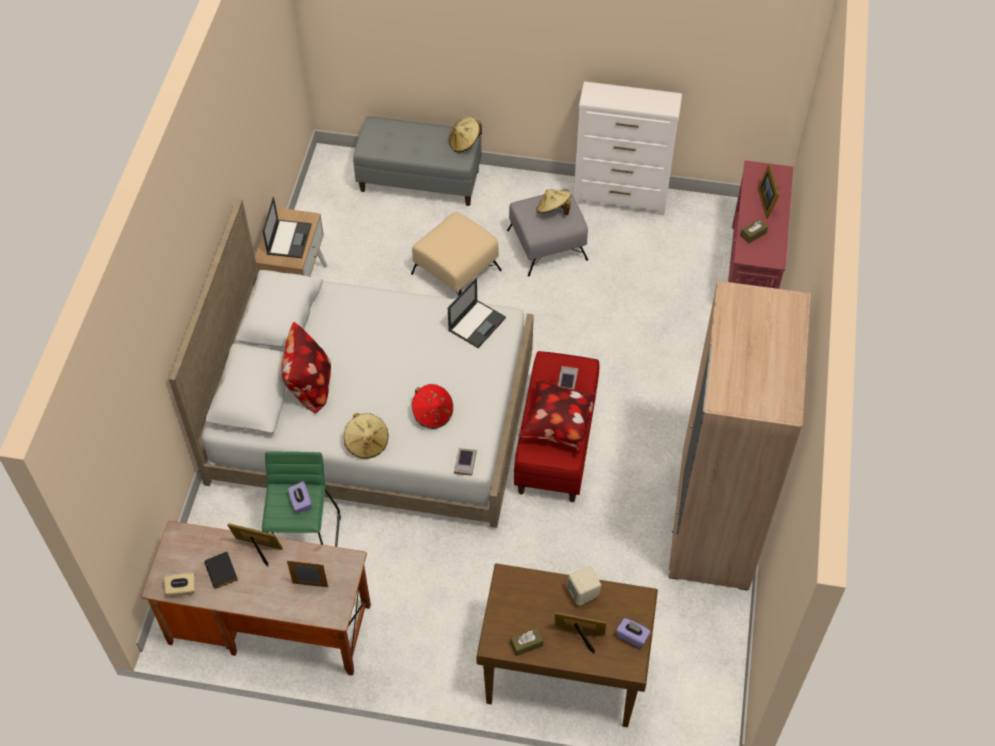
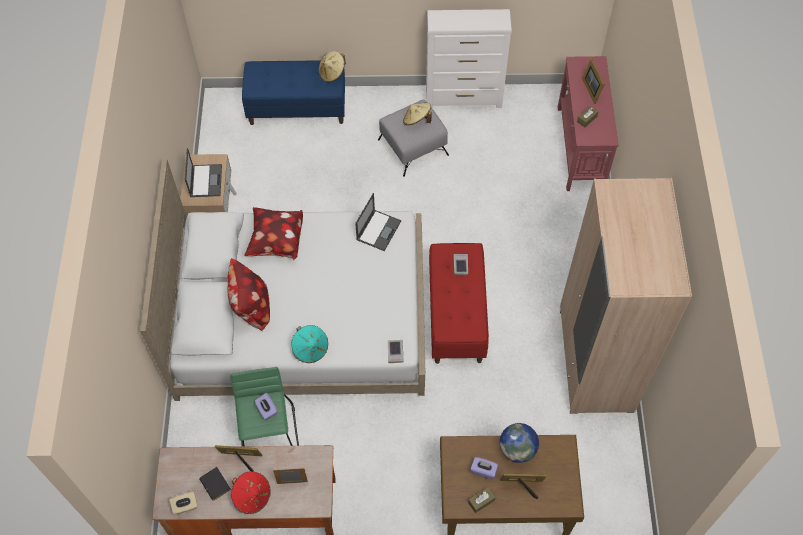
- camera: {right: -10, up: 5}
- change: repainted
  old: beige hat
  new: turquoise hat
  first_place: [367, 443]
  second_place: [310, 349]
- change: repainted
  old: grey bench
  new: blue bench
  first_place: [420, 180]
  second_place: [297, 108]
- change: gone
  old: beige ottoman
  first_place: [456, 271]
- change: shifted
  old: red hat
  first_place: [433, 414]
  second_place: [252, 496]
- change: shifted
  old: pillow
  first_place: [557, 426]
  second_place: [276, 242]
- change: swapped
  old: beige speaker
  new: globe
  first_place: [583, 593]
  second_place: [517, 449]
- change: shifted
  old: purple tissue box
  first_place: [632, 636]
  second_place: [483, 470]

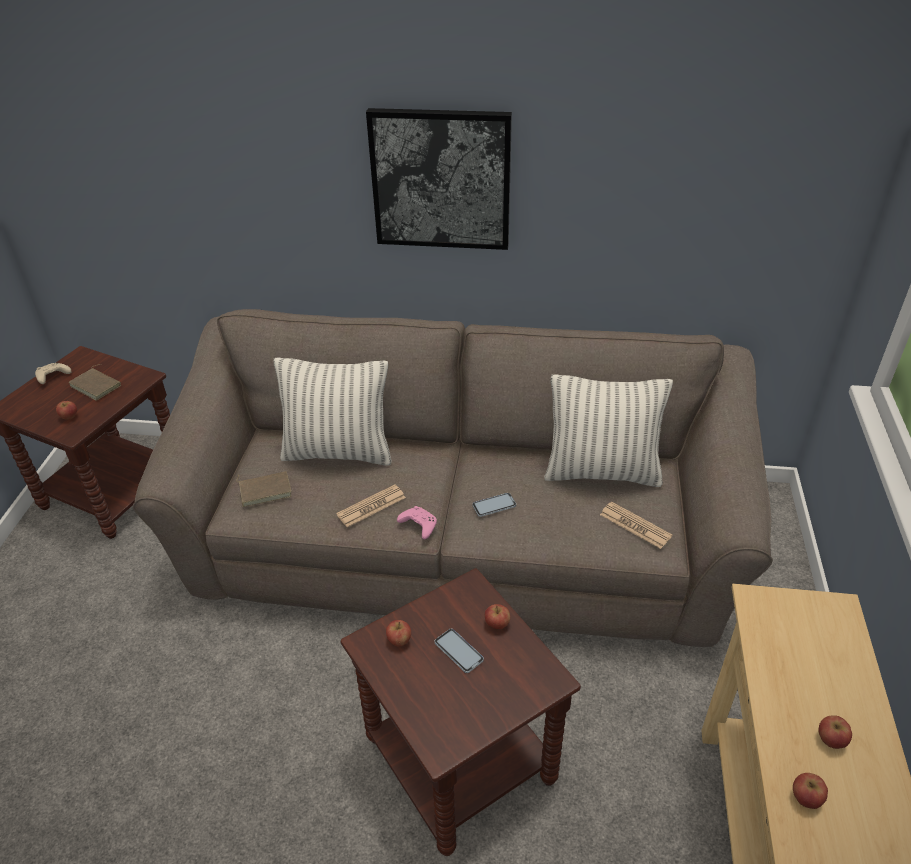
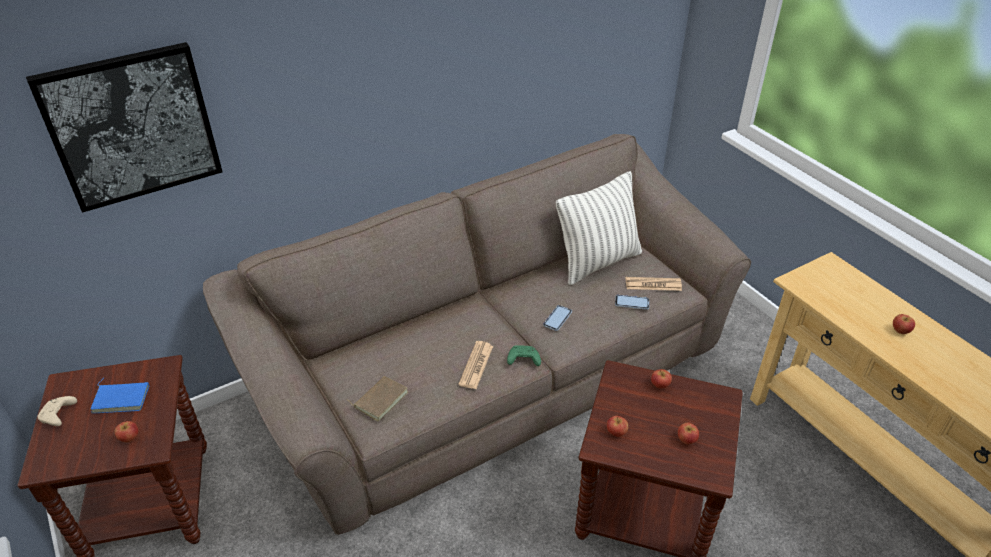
- camera: {right: -40, up: 0}
- change: repainted
  old: brown book
  new: blue book
  first_place: [97, 385]
  second_place: [122, 398]
- change: gone
  old: pillow
  first_place: [338, 452]
- change: shifted
  old: picture
  first_place: [441, 179]
  second_place: [132, 126]
- change: repainted
  old: pink game controller
  new: green game controller
  first_place: [418, 526]
  second_place: [522, 360]
- change: shifted
  old: phone
  first_place: [458, 651]
  second_place: [632, 303]
- change: shifted
  old: apple
  first_place: [806, 798]
  second_place: [686, 440]

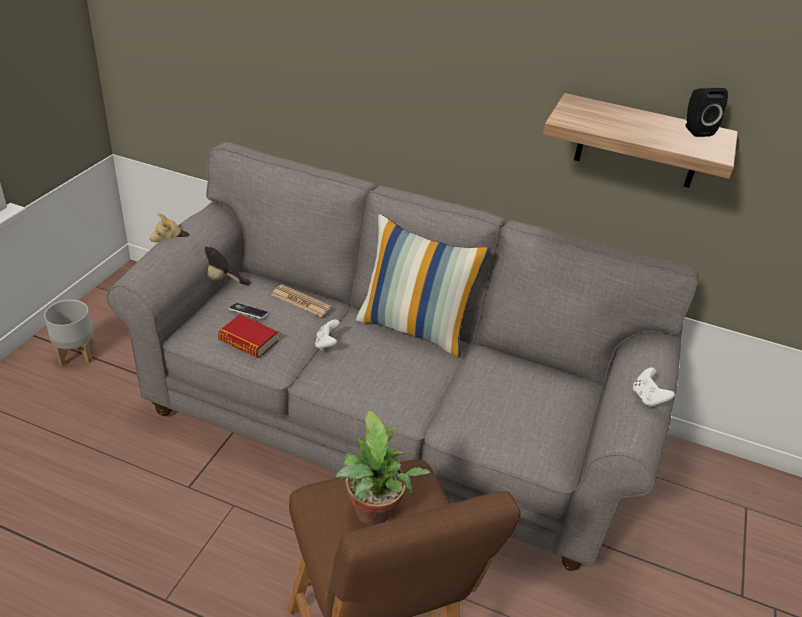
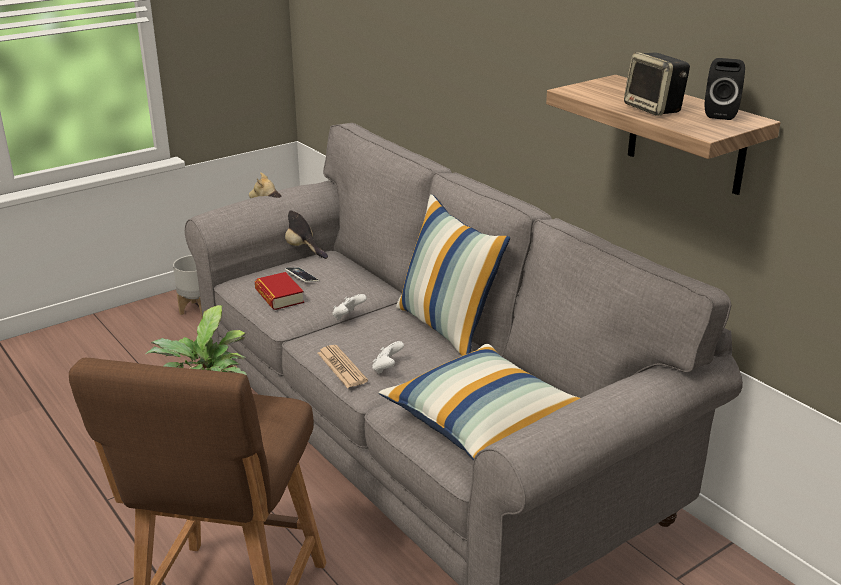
- camera: {right: 35, up: -10}
- change: shifted
  old: newspaper
  first_place: [301, 301]
  second_place: [341, 367]
- change: shifted
  old: white game controller
  first_place: [647, 398]
  second_place: [387, 368]
- change: new
  new: pillow
  second_place: [484, 422]
- change: new
  new: speaker
  second_place: [654, 109]

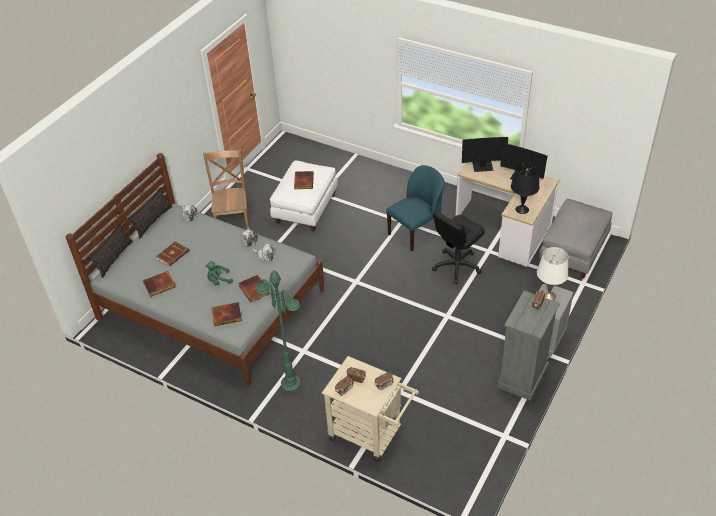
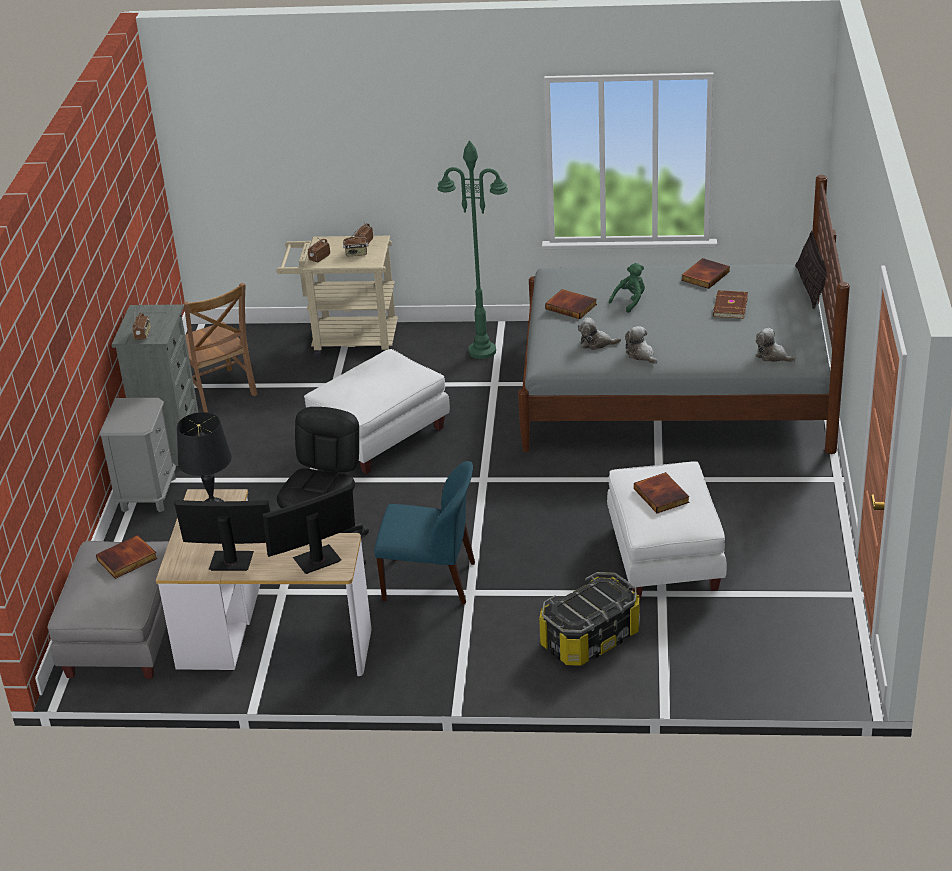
- camera: {right: 155, up: -10}
- change: gone
  old: pillow
  first_place: [153, 221]
- change: shifted
  old: brown chair
  first_place: [233, 221]
  second_place: [219, 392]
- change: shifted
  old: book
  first_place: [227, 315]
  second_place: [127, 560]
- change: rotated
  old: blue chair
  first_place: [415, 232]
  second_place: [431, 581]
  degrees: -105
- change: gone
  old: white table lamp
  first_place: [548, 296]
- change: new
  new: white ottoman
  second_place: [380, 436]
- change: new
  new: storage box
  second_place: [590, 639]

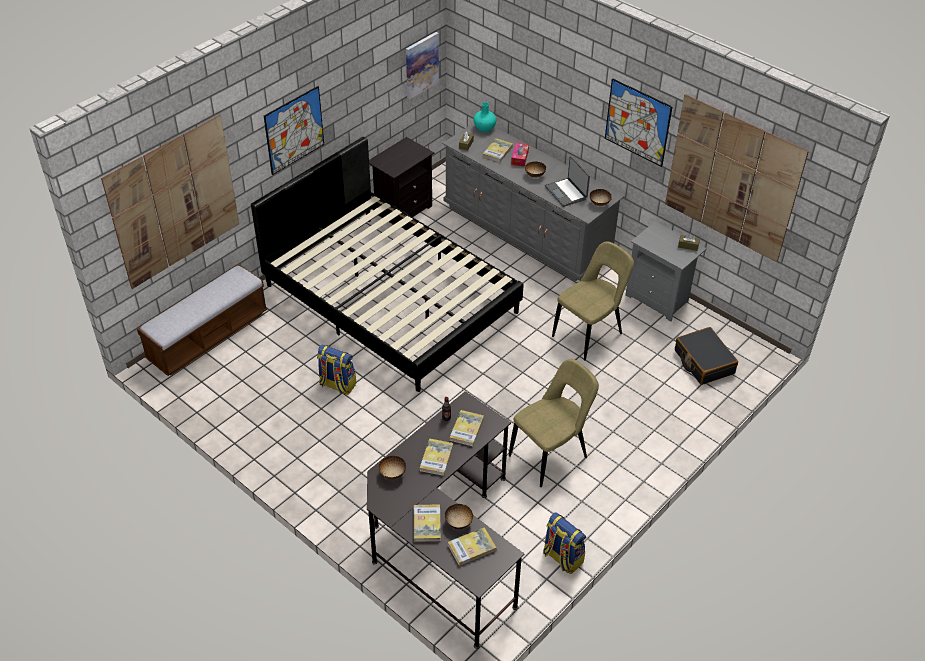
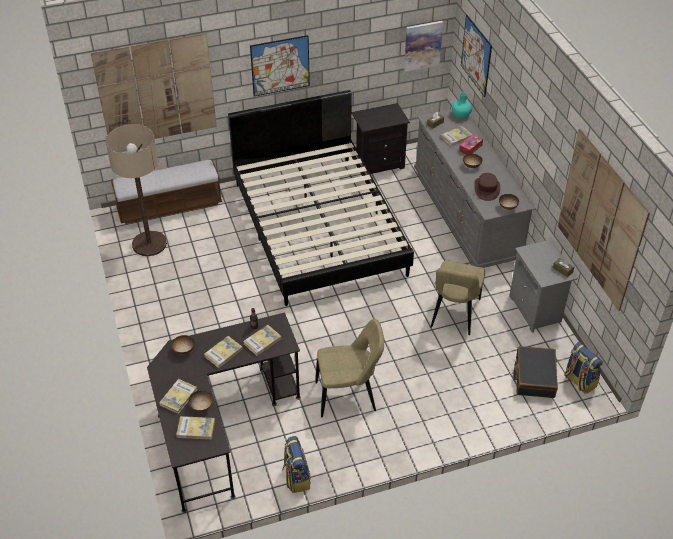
- camera: {right: 30, up: 0}
- change: shifted
  old: backpack
  first_place: [337, 385]
  second_place: [579, 381]
- change: swapped
  old: laptop
  new: brown hat
  first_place: [566, 192]
  second_place: [486, 189]
- change: rotated
  old: beige chair
  first_place: [589, 333]
  second_place: [454, 315]
  degrees: 120
- change: shifted
  old: picture
  first_place: [637, 122]
  second_place: [476, 55]
- change: new
  new: floor lamp
  second_place: [149, 244]

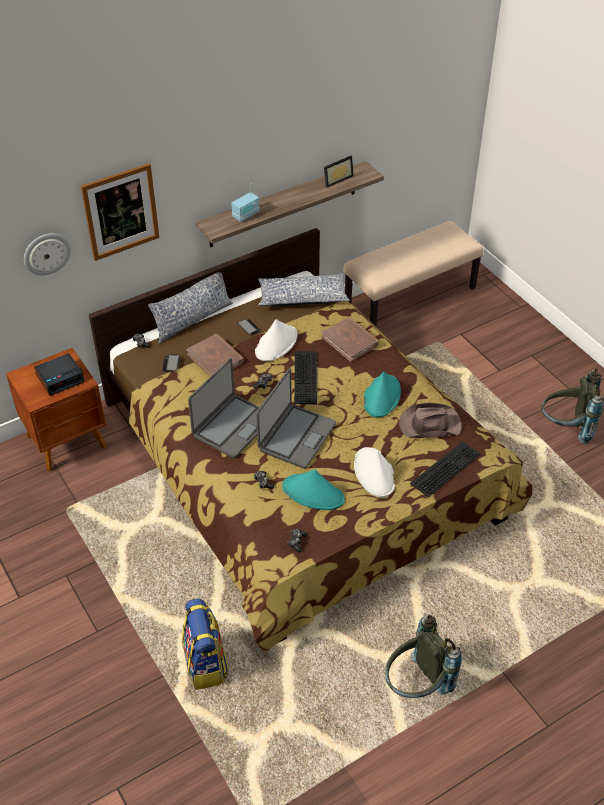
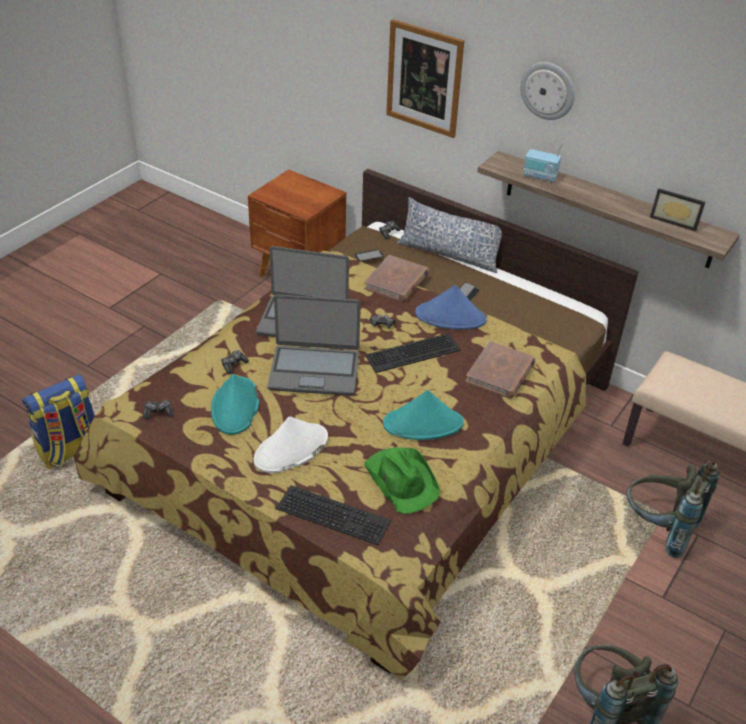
- camera: {right: 65, up: -5}
- change: shifted
  old: wall clock
  first_place: [46, 253]
  second_place: [548, 90]
- change: gone
  old: alarm clock
  first_place: [60, 378]
- change: repainted
  old: white hat
  new: blue hat
  first_place: [276, 344]
  second_place: [450, 317]
- change: gone
  old: pillow
  first_place: [302, 297]
- change: shifted
  old: grey backpack
  first_place: [416, 686]
  second_place: [658, 529]
- change: repainted
  old: brown hat
  new: green hat
  first_place: [429, 425]
  second_place: [401, 480]

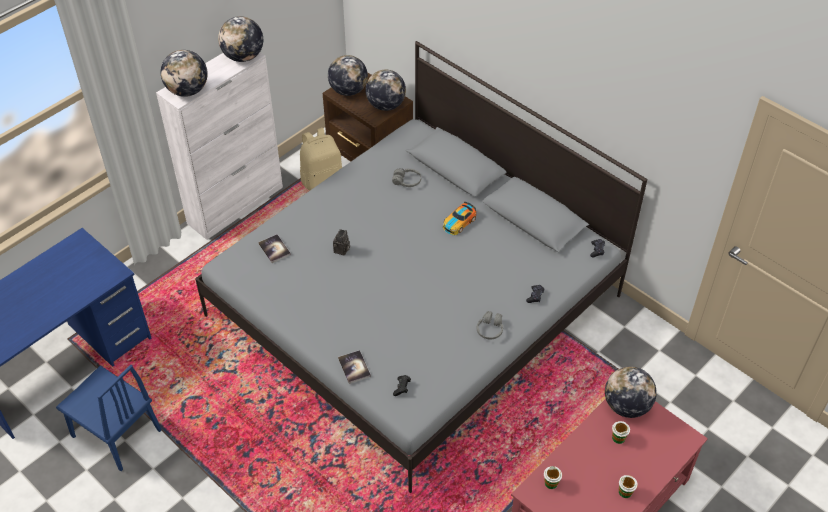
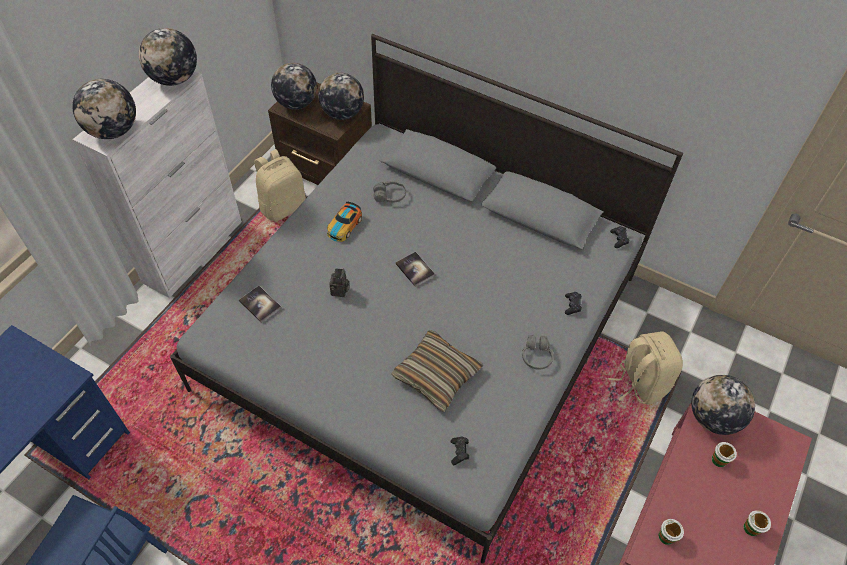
- camera: {right: -15, up: 5}
- change: shifted
  old: book
  first_place: [354, 367]
  second_place: [415, 270]
- change: shifted
  old: toy car
  first_place: [459, 222]
  second_place: [344, 226]
- change: new
  new: pillow
  second_place: [436, 375]
- change: new
  new: beige backpack
  second_place: [639, 382]

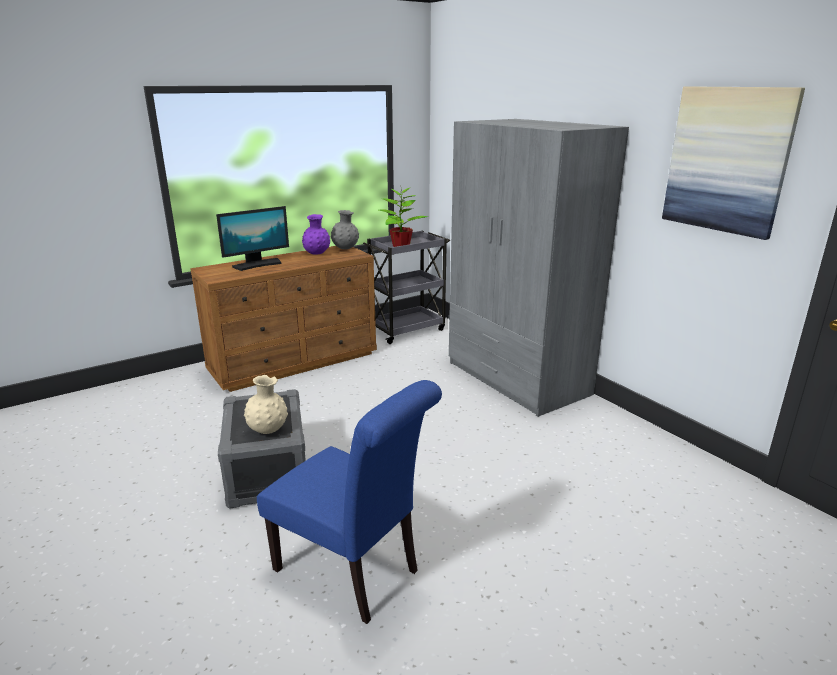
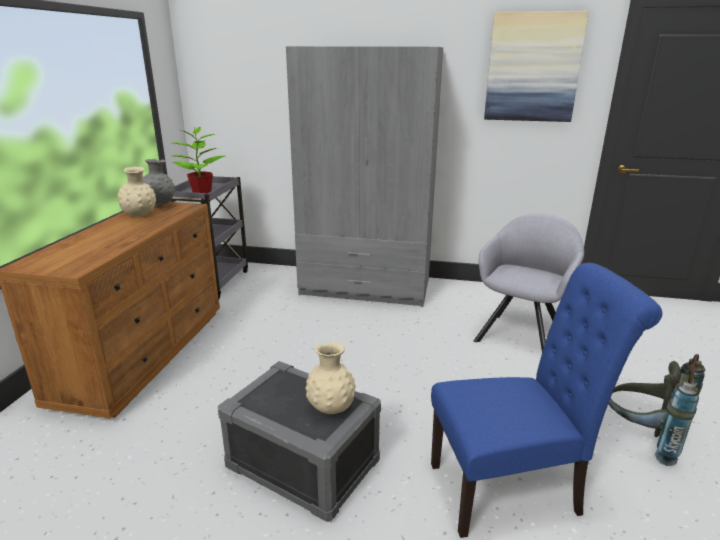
- camera: {right: -45, up: 0}
- change: gone
  old: monitor
  first_place: [257, 264]
- change: repainted
  old: purple vase
  new: beige vase
  first_place: [317, 254]
  second_place: [140, 216]
- change: new
  new: grey armchair
  second_place: [521, 334]
- change: new
  new: grey backpack
  second_place: [642, 439]

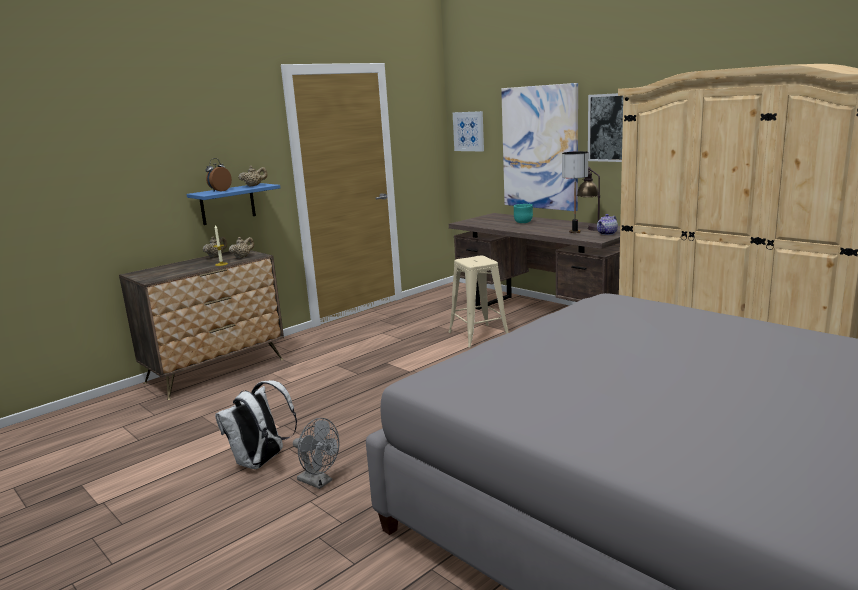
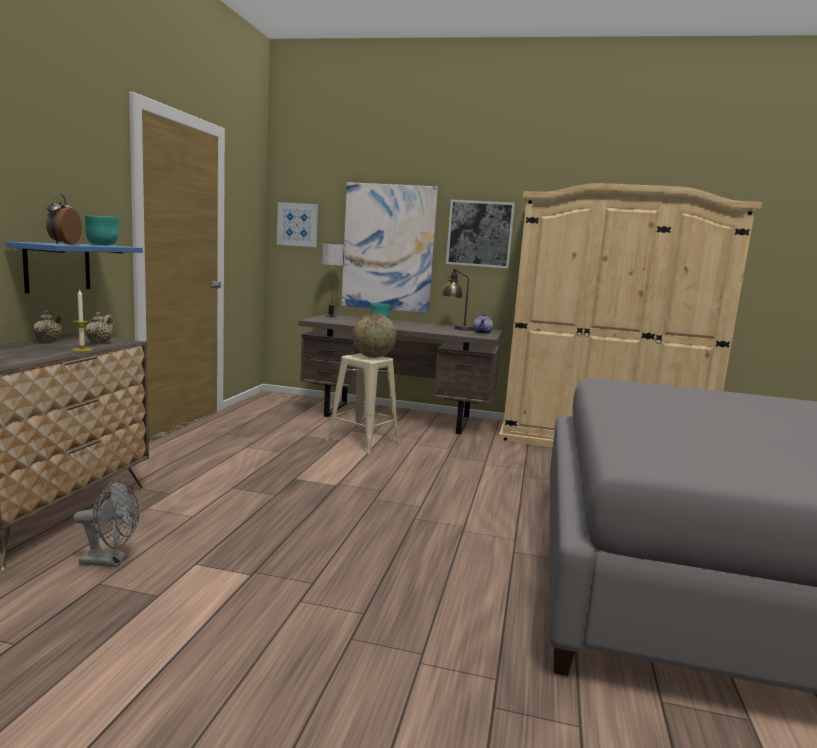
- camera: {right: -35, up: -5}
- change: gone
  old: white backpack
  first_place: [261, 462]
- change: swapped
  old: beige teapot
  new: turquoise bowl
  first_place: [254, 186]
  second_place: [103, 245]
- change: shifted
  old: grey fan
  first_place: [319, 482]
  second_place: [110, 561]
- change: shifted
  old: table lamp
  first_place: [574, 232]
  second_place: [330, 316]
- change: new
  new: globe
  second_place: [373, 357]

